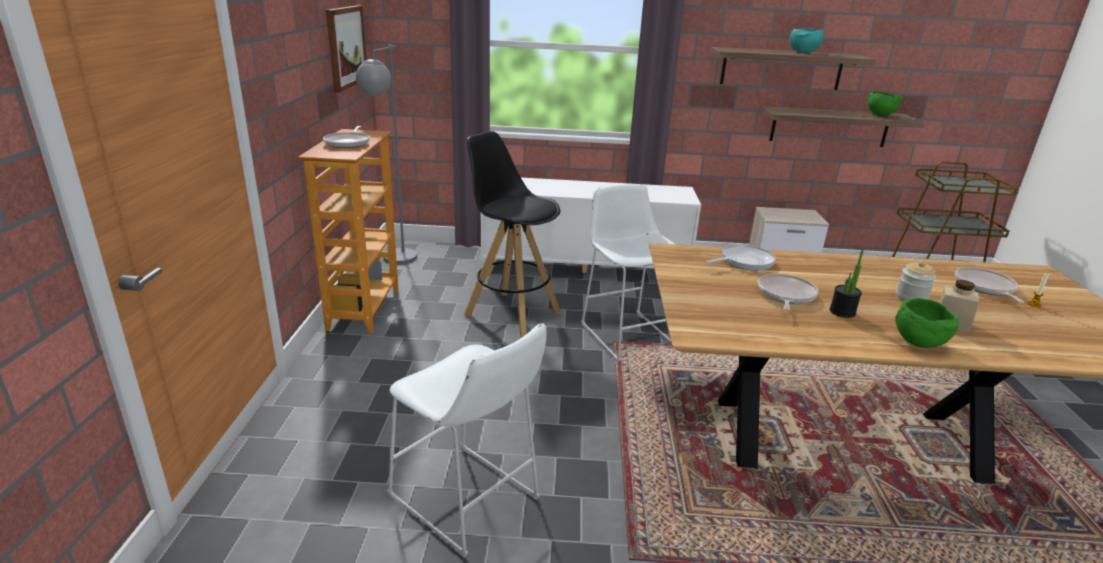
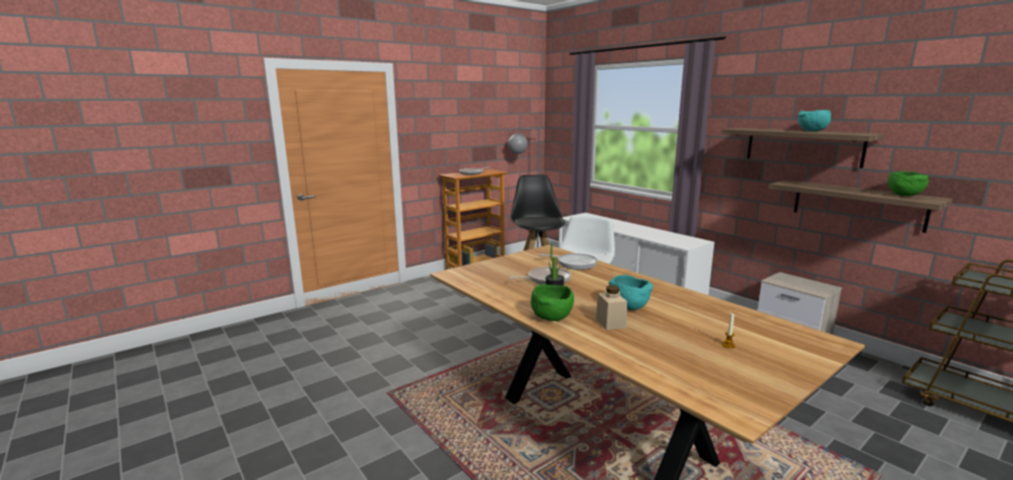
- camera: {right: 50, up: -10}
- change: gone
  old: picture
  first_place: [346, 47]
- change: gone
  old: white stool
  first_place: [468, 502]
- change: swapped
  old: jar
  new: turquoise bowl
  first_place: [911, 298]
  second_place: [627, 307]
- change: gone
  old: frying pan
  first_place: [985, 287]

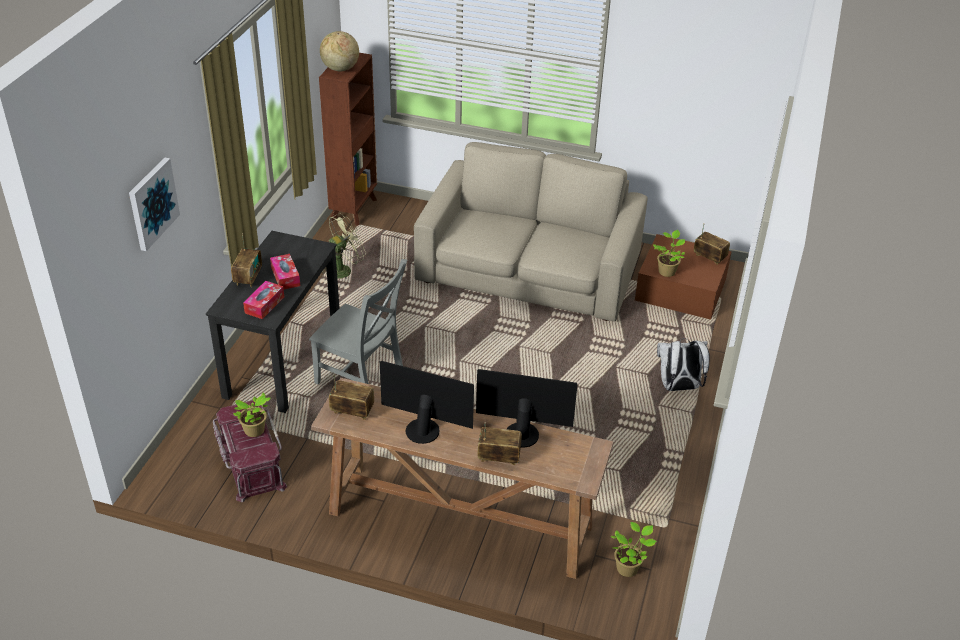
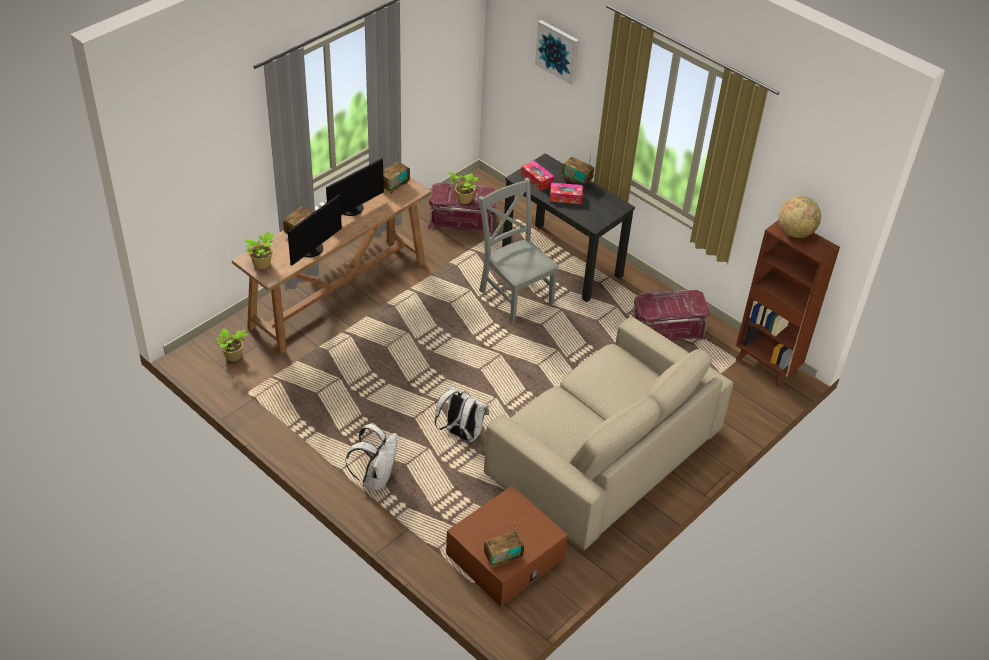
- camera: {right: 115, up: 5}
- change: rotated
  old: grey chair
  first_place: [362, 378]
  second_place: [515, 295]
  degrees: 90
- change: swapped
  old: green fan
  new: red storage box
  first_place: [343, 270]
  second_place: [667, 328]
- change: shifted
  old: potted plant
  first_place: [667, 271]
  second_place: [263, 264]
- change: new
  new: white backpack
  second_place: [461, 434]

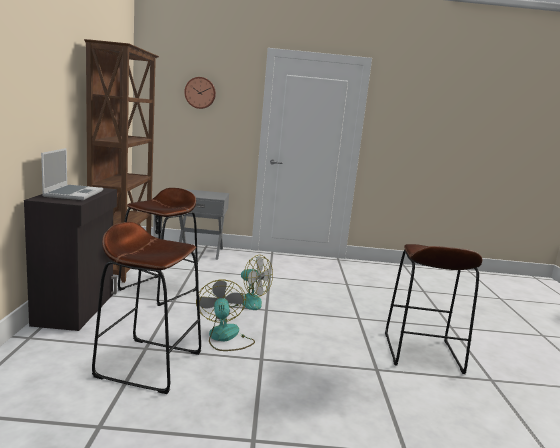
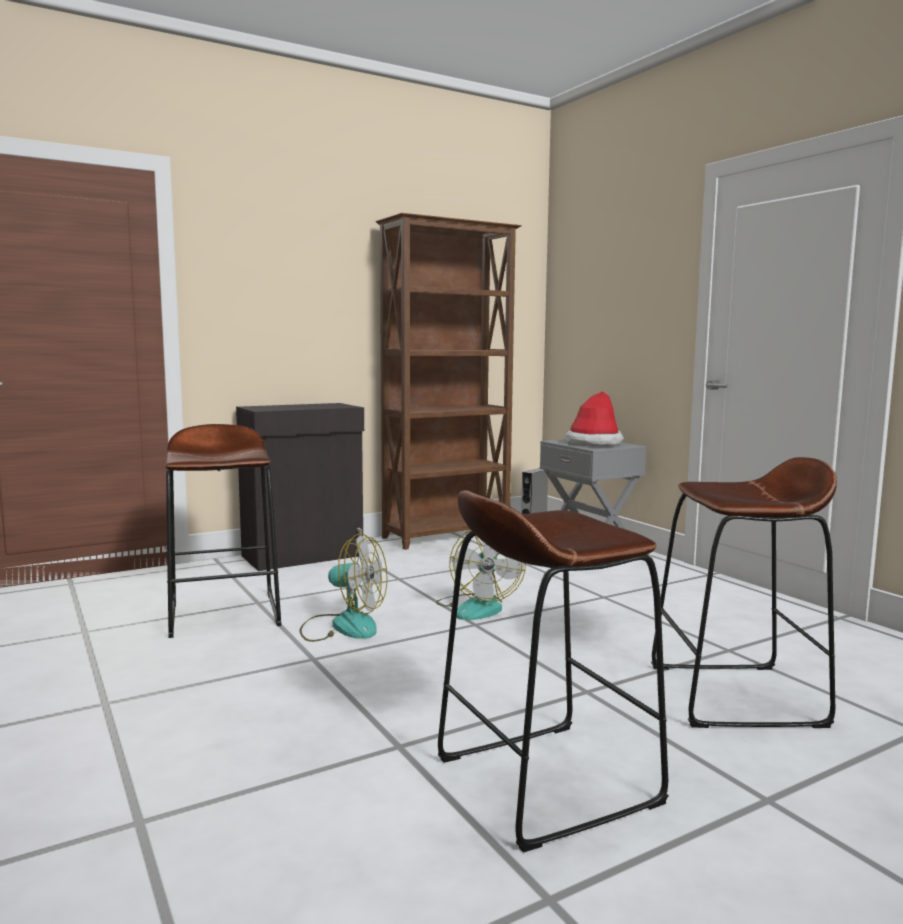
- camera: {right: 60, up: -5}
- change: gone
  old: laptop
  first_place: [73, 193]
- change: shifted
  old: brown stool
  first_place: [159, 290]
  second_place: [735, 695]
- change: gone
  old: wall clock
  first_place: [200, 93]
- change: rotated
  old: fan
  first_place: [225, 337]
  second_place: [343, 626]
  degrees: 60
- change: new
  new: hat
  second_place: [593, 443]

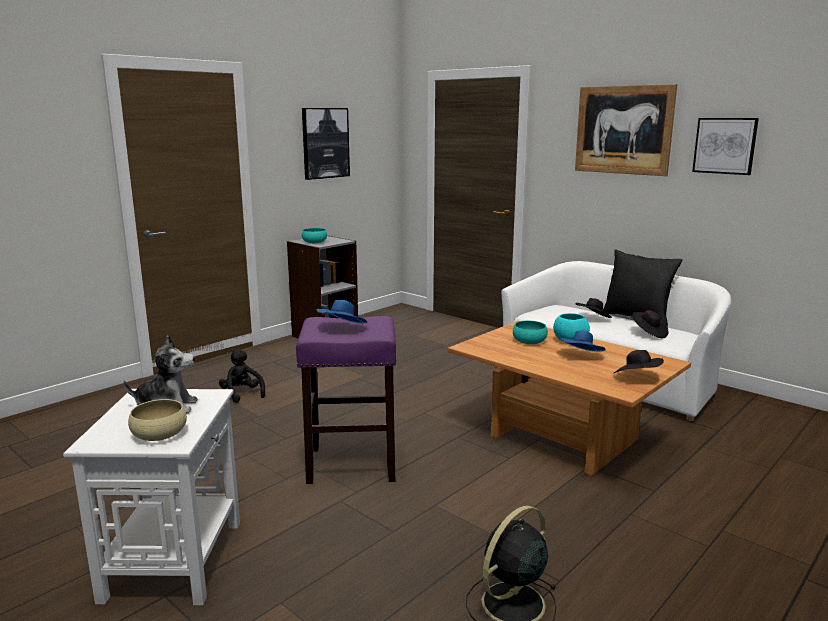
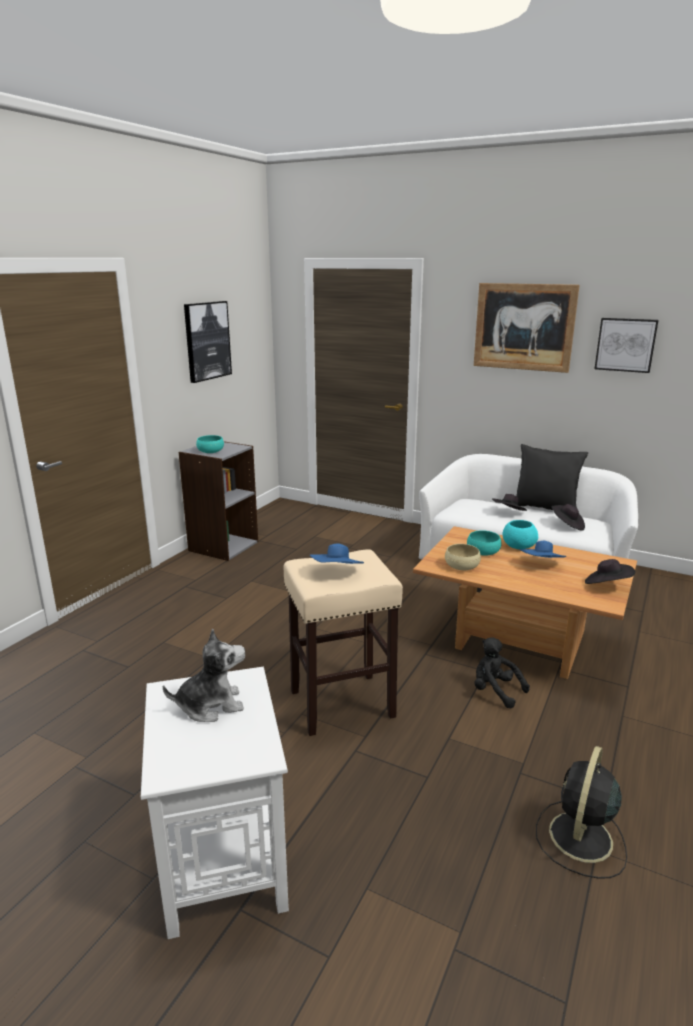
- camera: {right: -15, up: 5}
- change: shifted
  old: beige bowl
  first_place: [159, 434]
  second_place: [461, 566]
- change: shifted
  old: black plush toy
  first_place: [242, 394]
  second_place: [495, 691]
- change: repainted
  old: purple stool
  new: beige stool
  first_place: [350, 464]
  second_place: [340, 704]

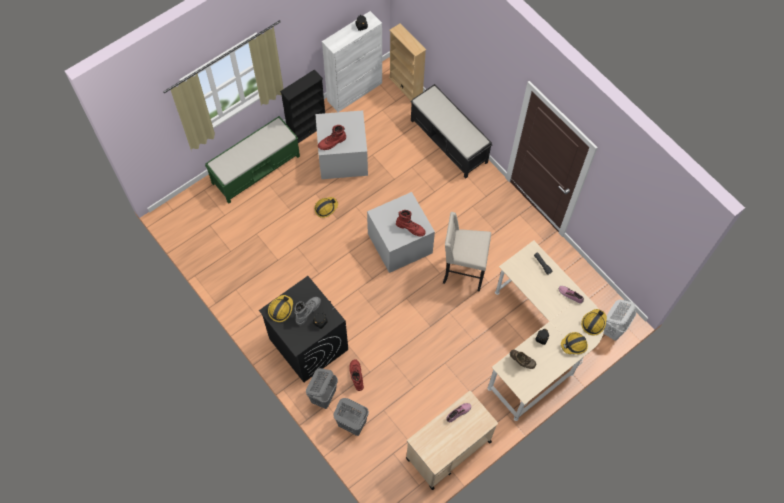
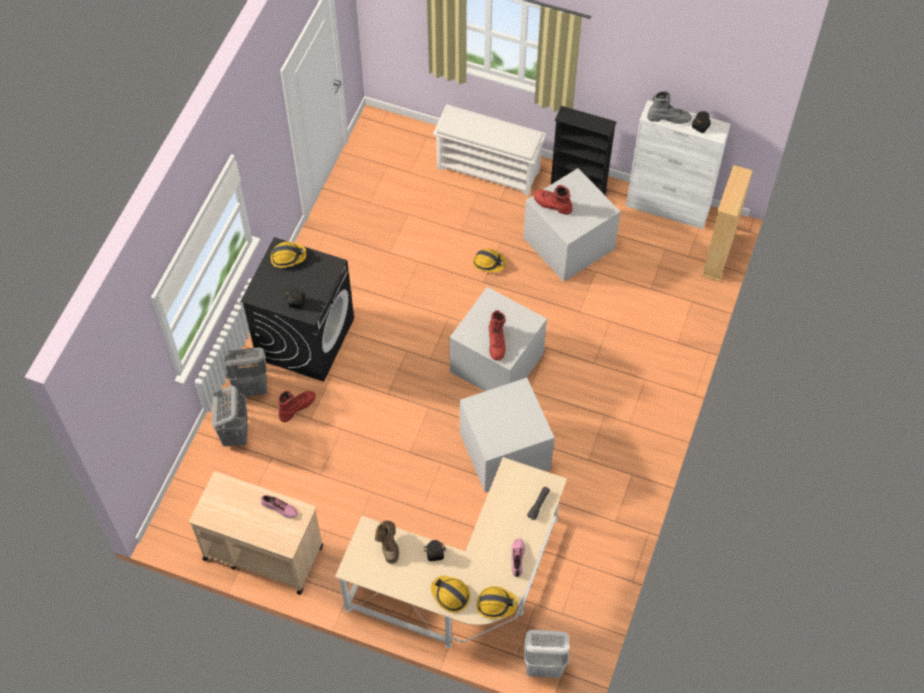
- camera: {right: 60, up: -5}
- change: swapped
  old: green bench
  new: white shoe rack
  first_place: [256, 169]
  second_place: [489, 169]
- change: shifted
  old: grey boot
  first_place: [307, 311]
  second_place: [668, 118]
- change: gone
  old: black bench
  first_place: [449, 141]
- change: swapped
  old: beige stool
  new: grey storage box
  first_place: [462, 272]
  second_place: [505, 449]

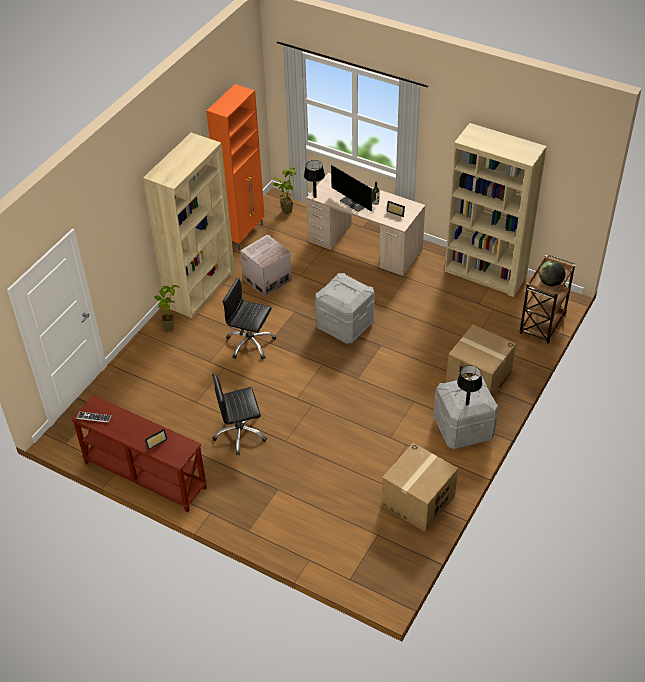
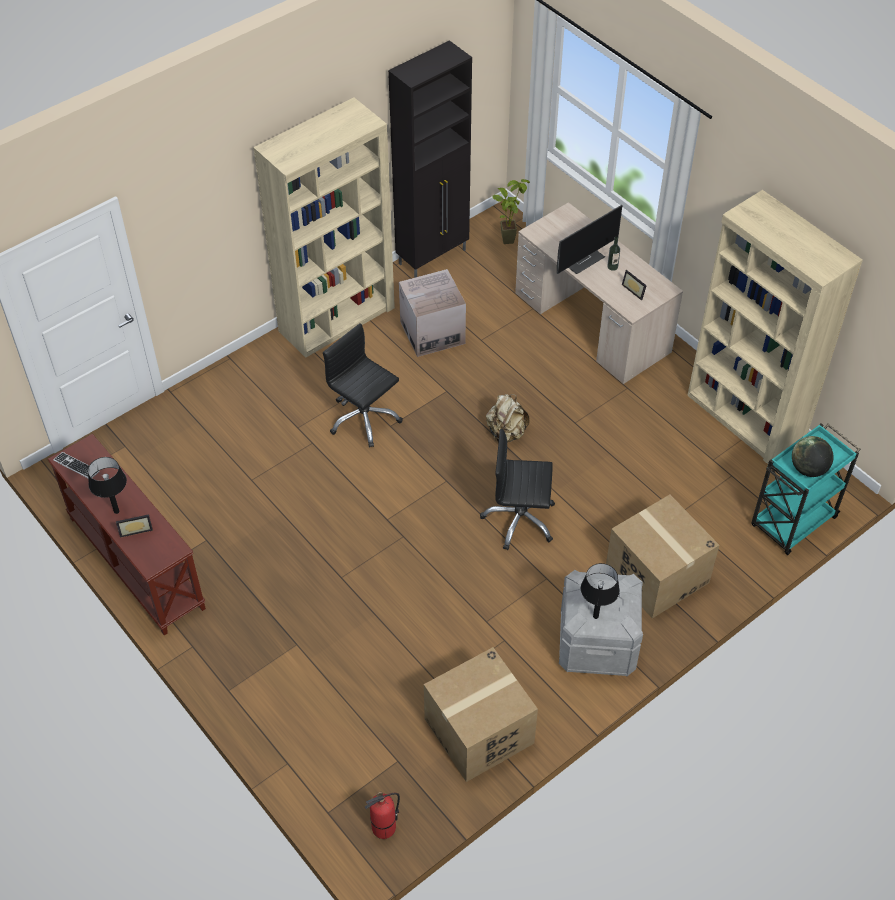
- camera: {right: 20, up: 5}
- change: gone
  old: potted plant
  first_place: [170, 326]
- change: repainted
  old: orange cabinet
  new: black cabinet
  first_place: [244, 234]
  second_place: [433, 257]
- change: shifted
  old: black office chair
  first_place: [240, 433]
  second_place: [519, 520]
- change: shifted
  old: black table lamp
  first_place: [315, 197]
  second_place: [116, 511]
- change: swapped
  old: grey storage box
  new: beige backpack
  first_place: [345, 325]
  second_place: [506, 433]
- change: rotated
  old: monitor
  first_place: [355, 203]
  second_place: [582, 259]
  degrees: -105
- change: repainted
  old: brown cart
  new: turquoise cart
  first_place: [542, 325]
  second_place: [792, 523]
- change: new
  new: fire extinguisher
  second_place: [383, 828]

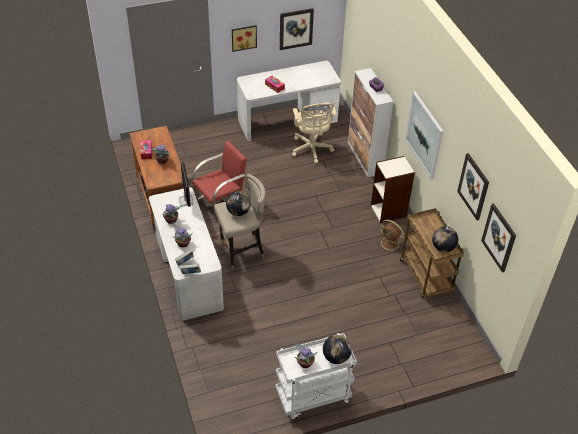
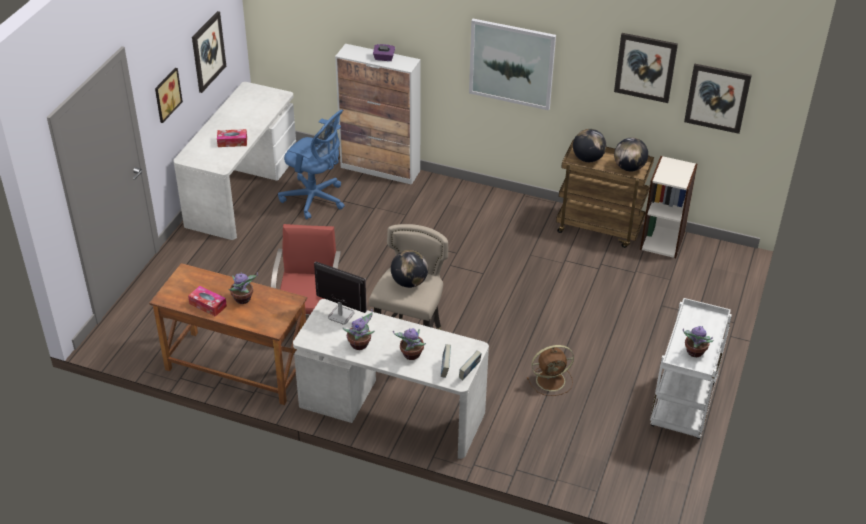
- camera: {right: -50, up: -5}
- change: repainted
  old: beige office chair
  new: blue office chair
  first_place: [311, 150]
  second_place: [315, 199]
- change: shifted
  old: globe
  first_place: [336, 357]
  second_place: [588, 159]
- change: shifted
  old: bookcase
  first_place: [389, 211]
  second_place: [662, 240]
- change: shifted
  old: brown fan
  first_place: [390, 243]
  second_place: [552, 380]

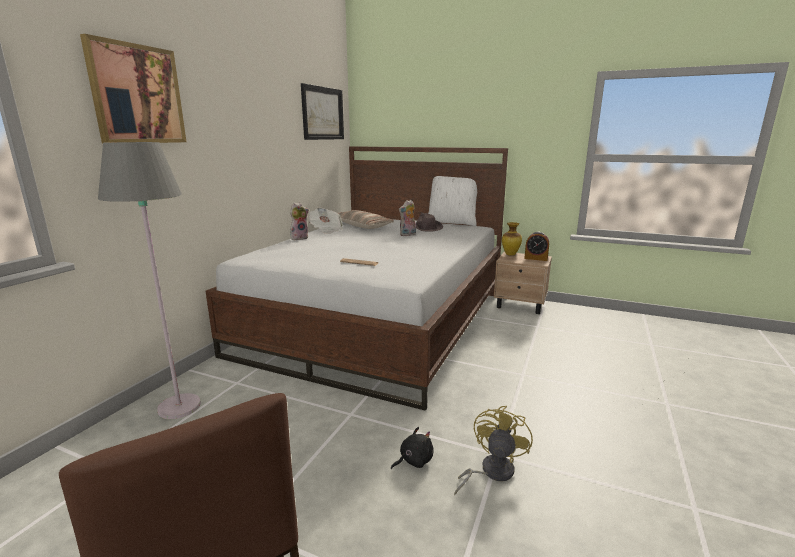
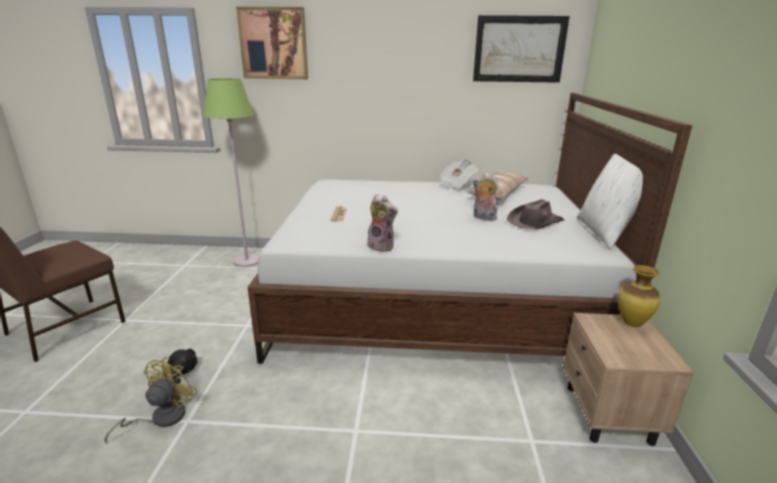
- camera: {right: 70, up: 5}
- change: repainted
  old: grey floor lamp
  new: green floor lamp
  first_place: [179, 407]
  second_place: [247, 261]
- change: shifted
  old: plush toy
  first_place: [299, 238]
  second_place: [382, 246]
- change: rotated
  old: yellow fan
  first_place: [491, 472]
  second_place: [161, 418]
  degrees: -75
- change: gone
  old: alarm clock
  first_place: [536, 258]

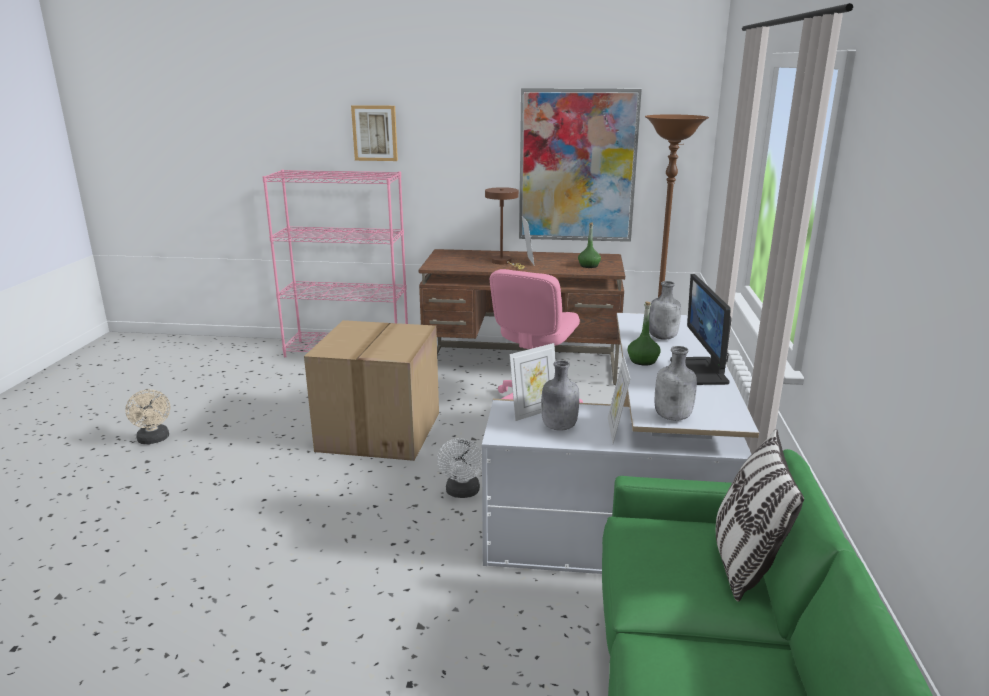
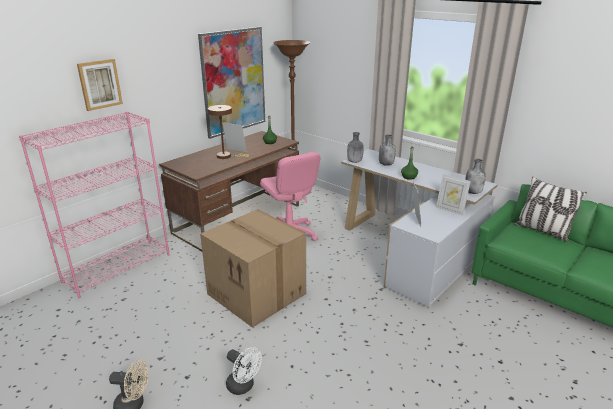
- camera: {right: -55, up: 5}
- change: shifted
  old: white fan
  first_place: [462, 493]
  second_place: [243, 387]
- change: shifted
  old: grey bottle
  first_place: [558, 427]
  second_place: [354, 161]
- change: gone
  old: monitor
  first_place: [700, 371]

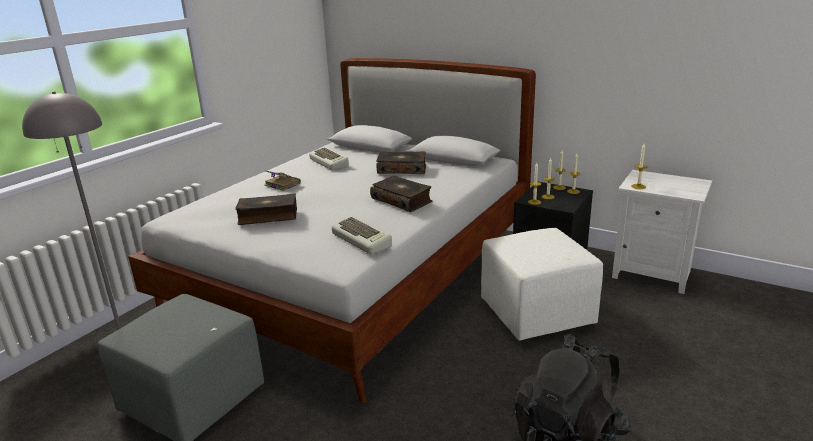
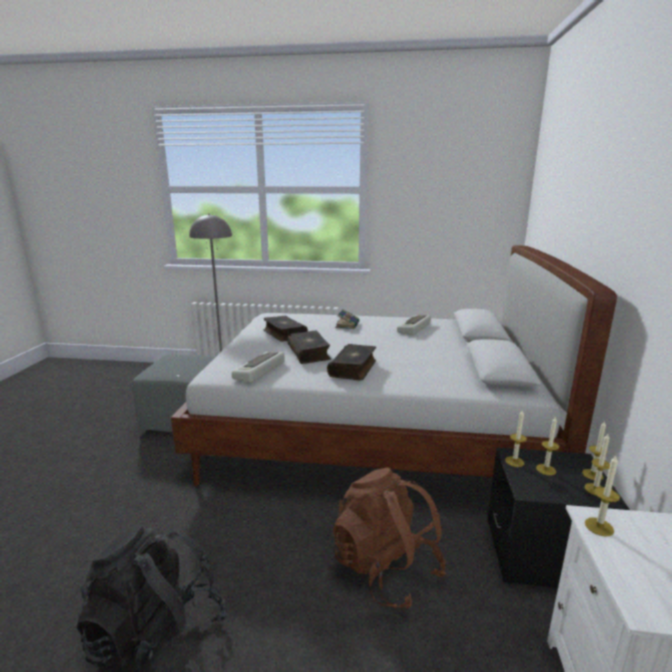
- camera: {right: 65, up: -5}
- change: shifted
  old: book
  first_place: [402, 169]
  second_place: [309, 353]
- change: swapped
  old: white ottoman
  new: brown backpack
  first_place: [537, 314]
  second_place: [386, 568]

